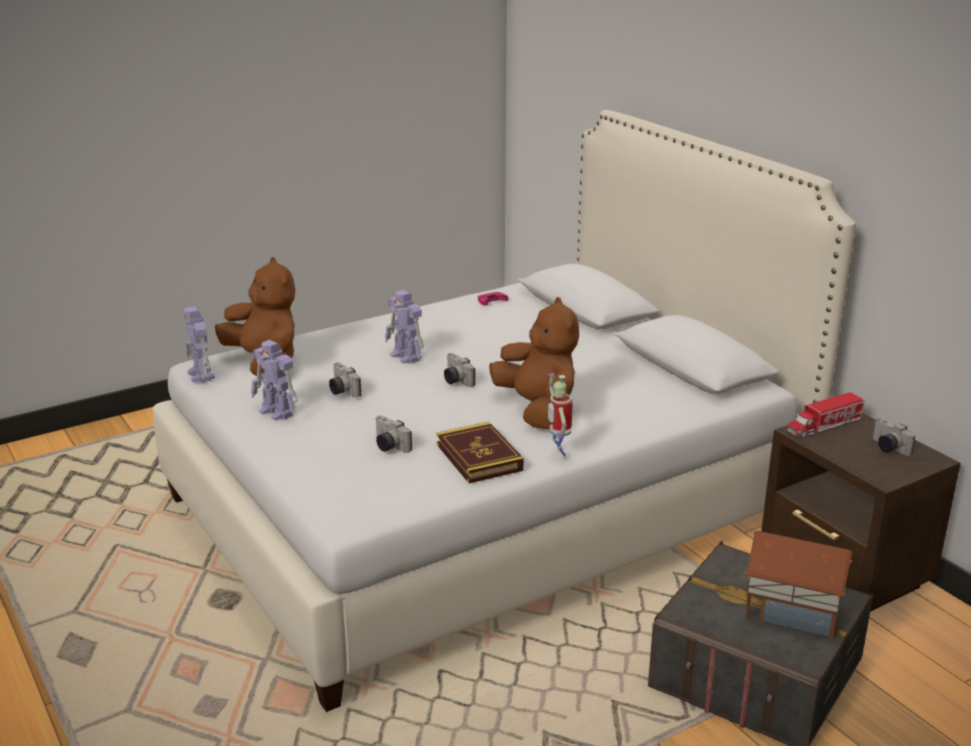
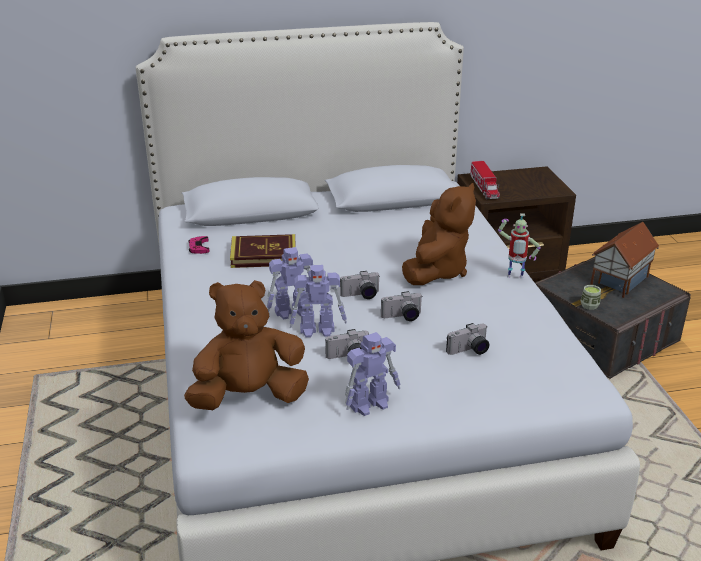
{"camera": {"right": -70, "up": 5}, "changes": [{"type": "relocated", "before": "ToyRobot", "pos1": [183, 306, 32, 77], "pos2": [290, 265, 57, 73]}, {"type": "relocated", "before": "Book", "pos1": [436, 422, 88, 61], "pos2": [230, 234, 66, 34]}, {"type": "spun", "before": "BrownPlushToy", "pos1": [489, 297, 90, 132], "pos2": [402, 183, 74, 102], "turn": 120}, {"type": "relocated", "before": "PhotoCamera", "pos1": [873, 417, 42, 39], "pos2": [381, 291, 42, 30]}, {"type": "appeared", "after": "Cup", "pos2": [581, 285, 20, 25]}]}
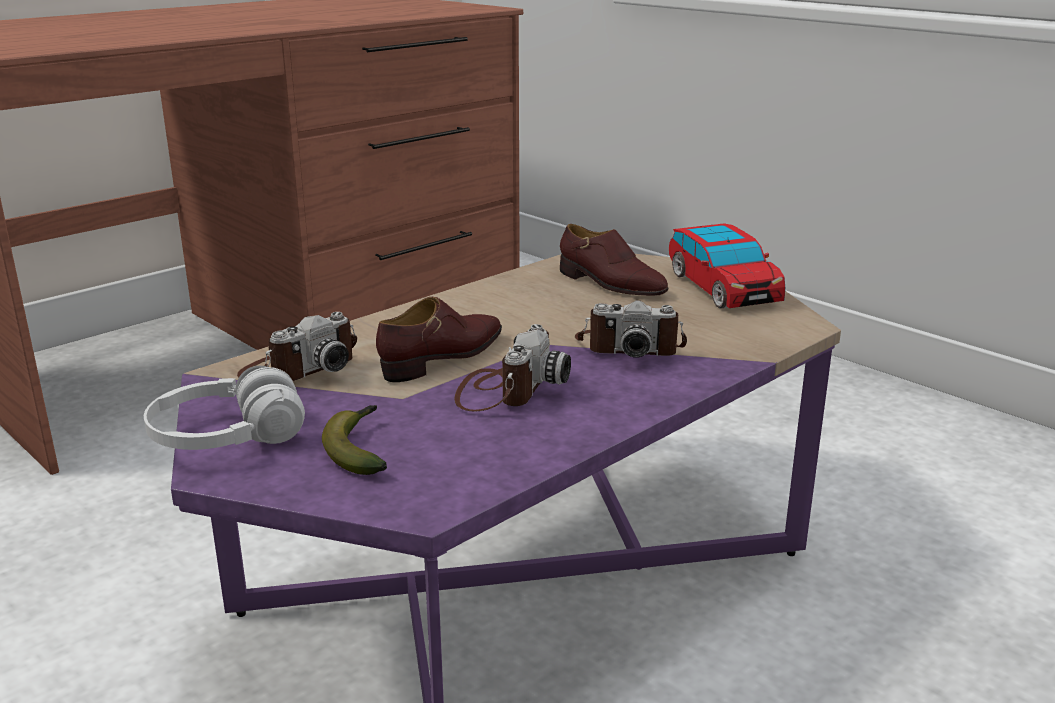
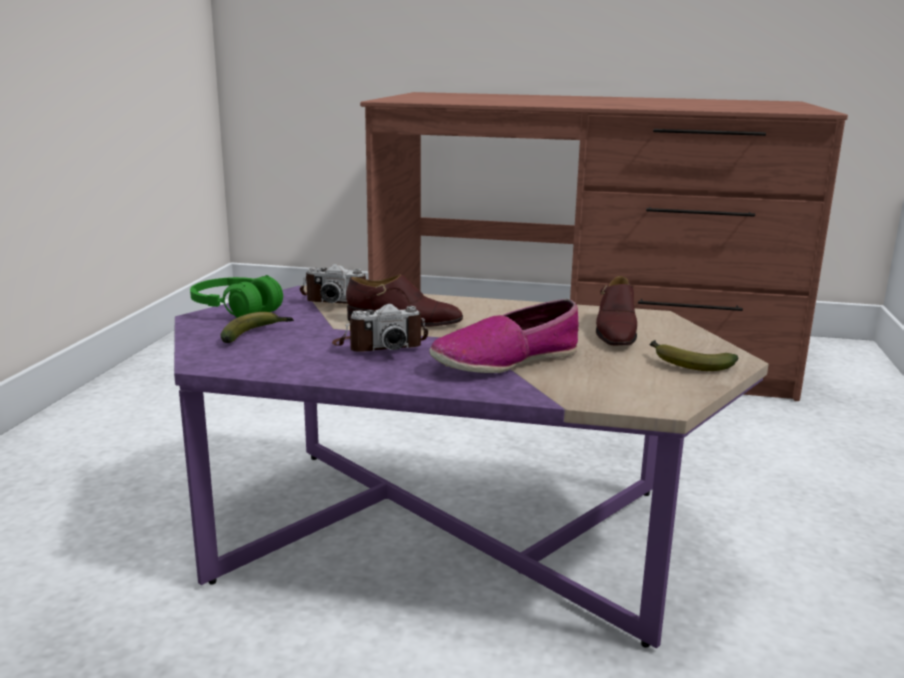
{"camera": {"right": 55, "up": -5}, "changes": [{"type": "colour", "before": "WhiteHeadphones", "after": "GreenHeadphones", "pos1": [144, 366, 161, 84], "pos2": [190, 275, 93, 43]}, {"type": "exchanged", "before": "PhotoCamera", "after": "Shoe", "pos1": [575, 300, 112, 58], "pos2": [430, 299, 149, 74]}, {"type": "exchanged", "before": "ToyCar", "after": "Banana", "pos1": [669, 223, 116, 86], "pos2": [649, 340, 89, 31]}]}
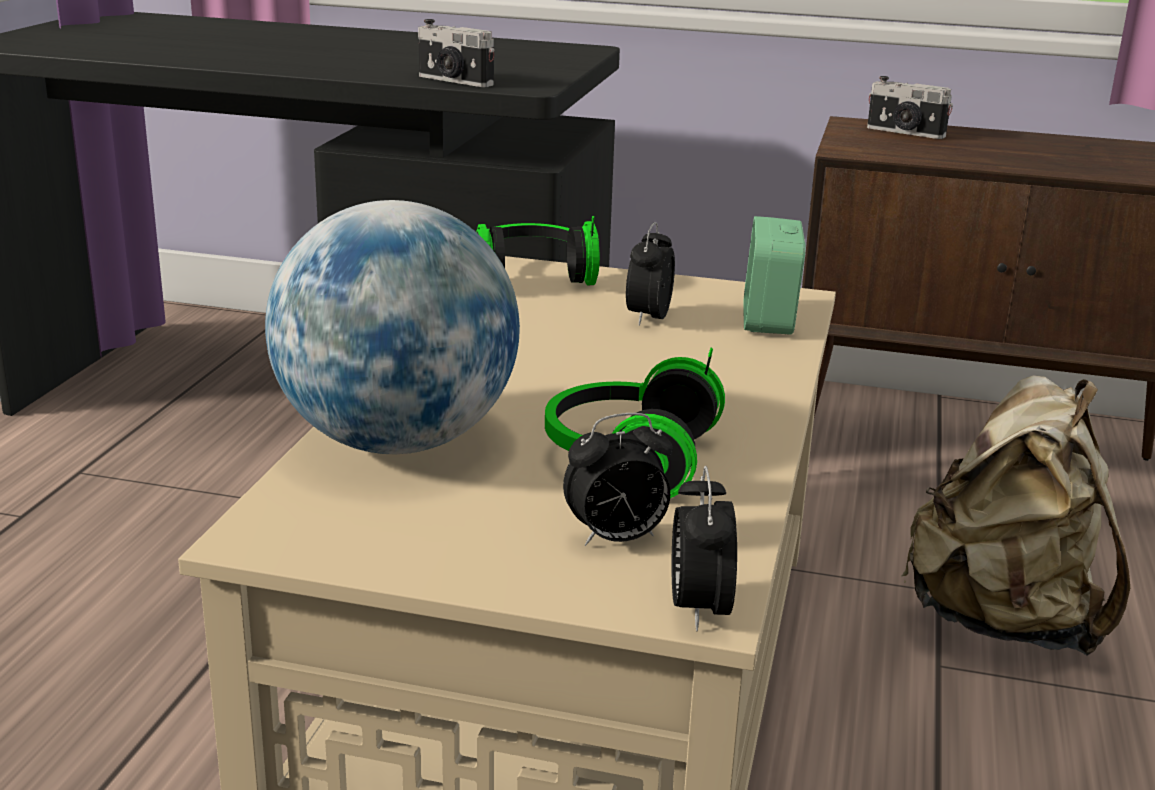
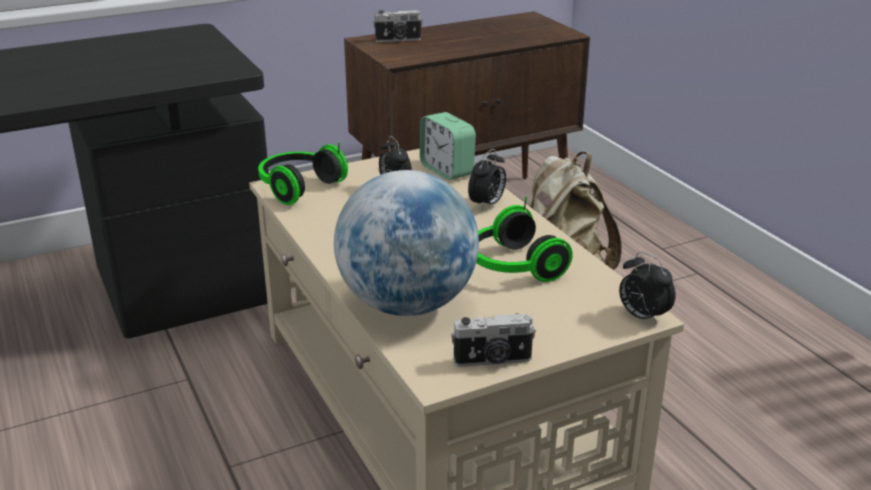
{"camera": {"right": -40, "up": 5}, "changes": [{"type": "relocated", "before": "PhotoCamera", "pos1": [418, 19, 76, 68], "pos2": [451, 313, 85, 54]}, {"type": "relocated", "before": "AlarmClock", "pos1": [563, 413, 110, 133], "pos2": [468, 149, 38, 62]}]}
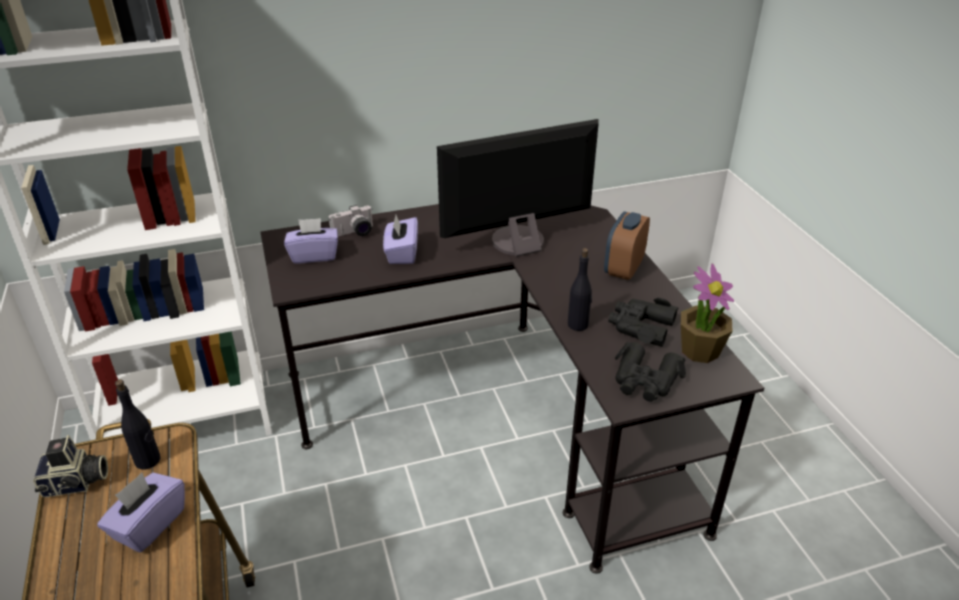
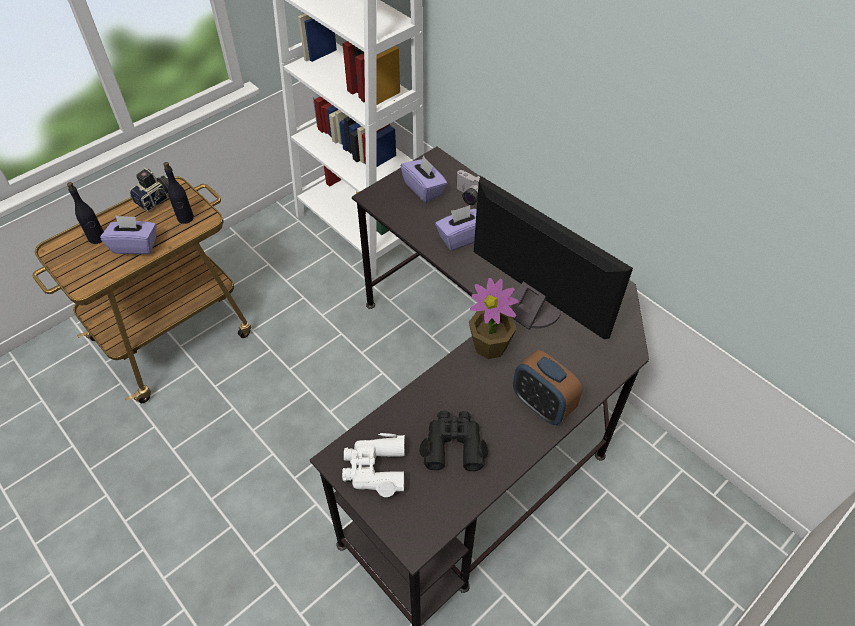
{"camera": {"right": 65, "up": 15}, "changes": [{"type": "spun", "before": "PhotoCamera", "pos1": [33, 435, 75, 62], "pos2": [129, 168, 40, 43], "turn": -105}, {"type": "relocated", "before": "BlackBottle", "pos1": [568, 248, 24, 83], "pos2": [67, 182, 37, 62]}, {"type": "spun", "before": "AlarmClock", "pos1": [604, 212, 46, 68], "pos2": [513, 350, 69, 75], "turn": -135}, {"type": "colour", "before": "BlackBinoculars", "after": "WhiteBinoculars", "pos1": [615, 342, 71, 60], "pos2": [342, 433, 63, 64]}, {"type": "relocated", "before": "PottedPlant", "pos1": [681, 264, 53, 99], "pos2": [469, 278, 49, 81]}]}
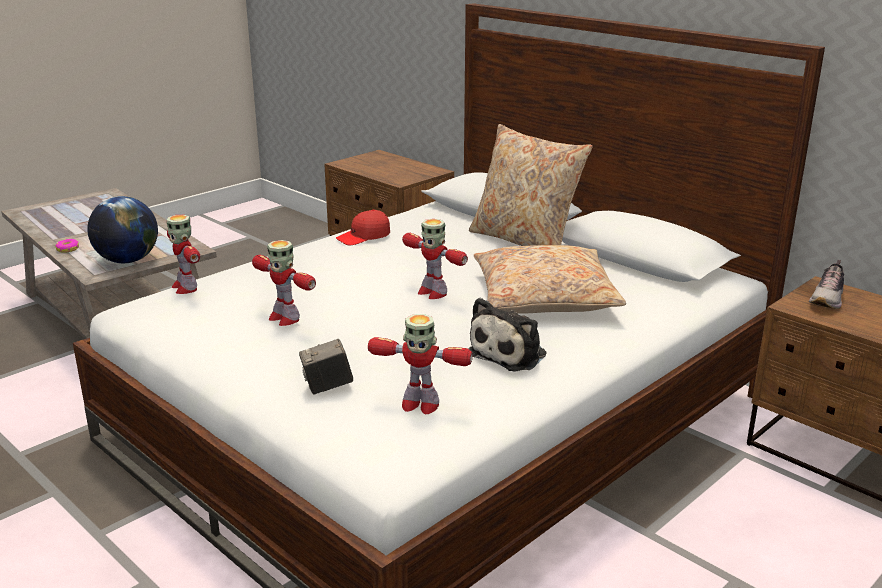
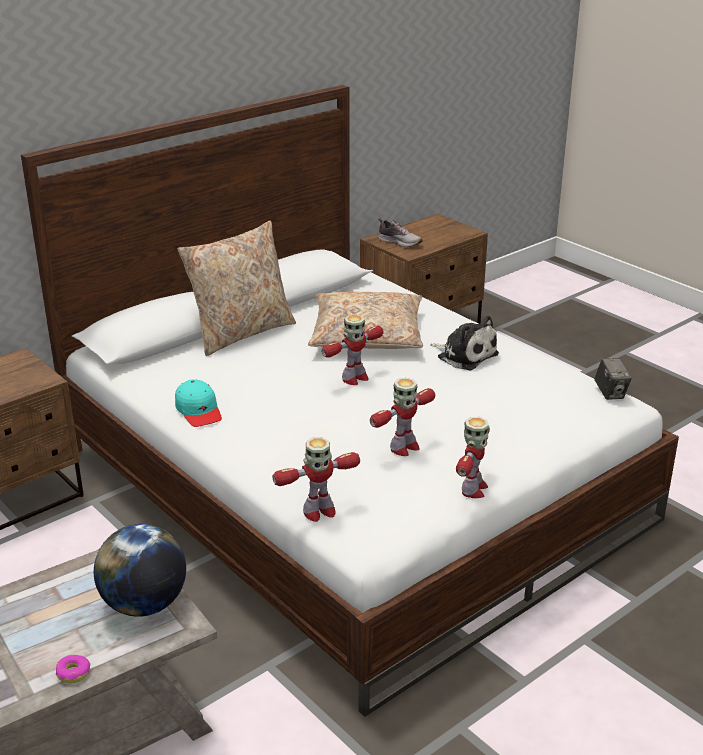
{"camera": {"right": -85, "up": 5}, "changes": [{"type": "relocated", "before": "PhotoCamera", "pos1": [299, 339, 54, 55], "pos2": [594, 358, 37, 42]}, {"type": "colour", "before": "RedCap", "after": "TurquoiseCap", "pos1": [336, 210, 54, 36], "pos2": [175, 379, 47, 48]}, {"type": "relocated", "before": "ToyRobot", "pos1": [368, 314, 105, 100], "pos2": [456, 417, 34, 81]}]}
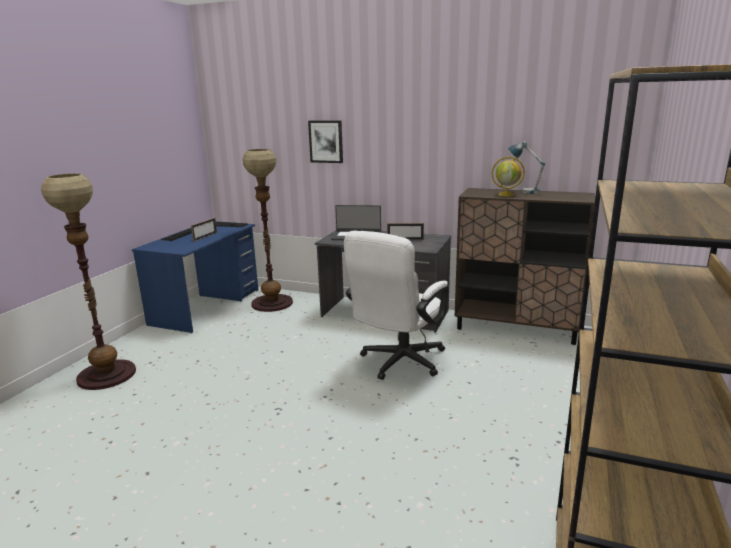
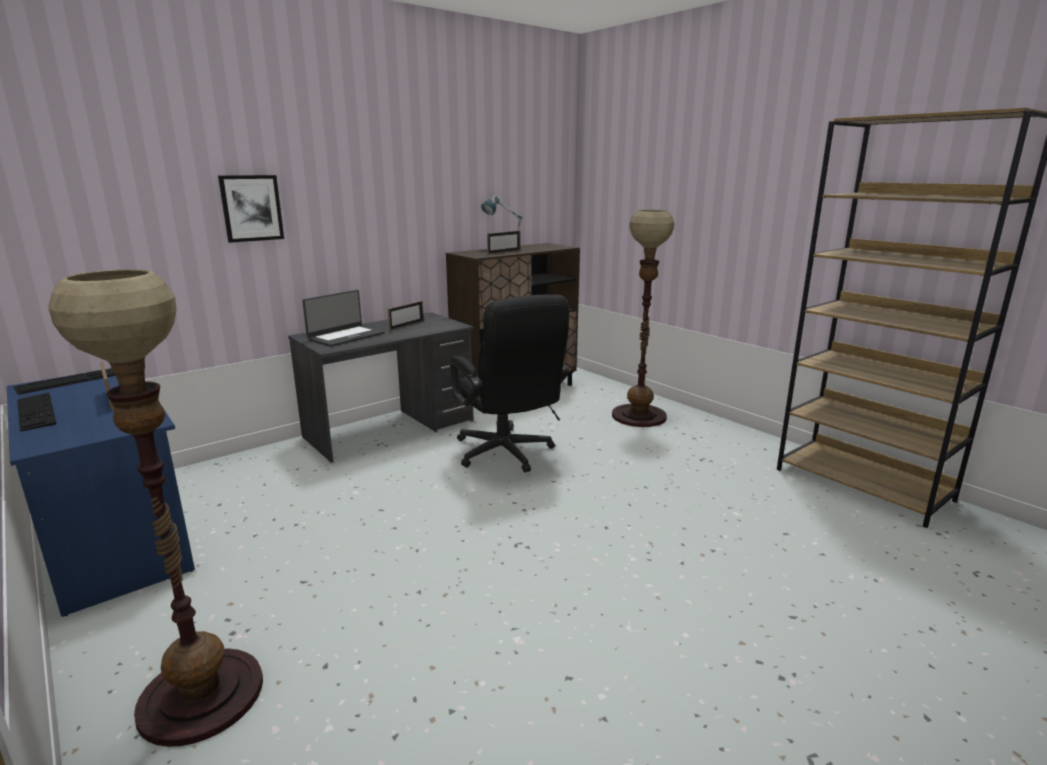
{"camera": {"right": -60, "up": 0}, "changes": [{"type": "relocated", "before": "FloorLamp", "pos1": [243, 149, 50, 163], "pos2": [612, 210, 63, 217]}, {"type": "colour", "before": "WhiteOfficeChair", "after": "BlackOfficeChair", "pos1": [344, 231, 104, 149], "pos2": [450, 295, 119, 178]}, {"type": "exchanged", "before": "Globe", "after": "PictureFrame", "pos1": [492, 157, 33, 39], "pos2": [487, 231, 33, 23]}]}
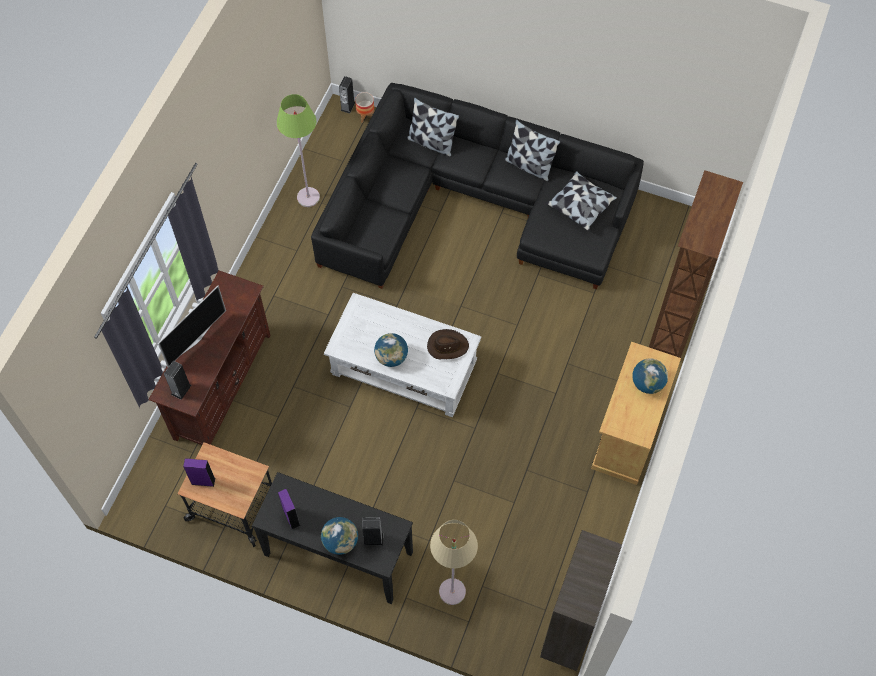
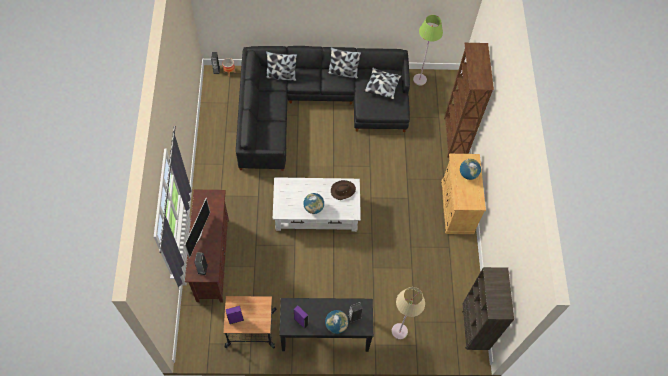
{"camera": {"right": -25, "up": 0}, "changes": [{"type": "relocated", "before": "GreenFloorLamp", "pos1": [276, 94, 44, 113], "pos2": [413, 15, 30, 71]}]}
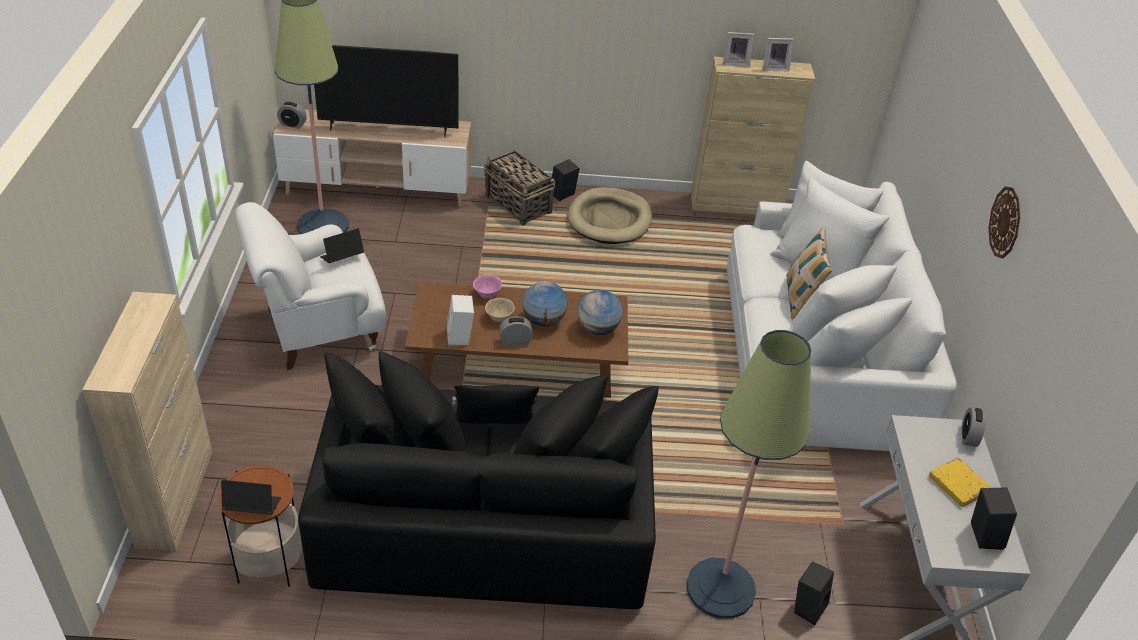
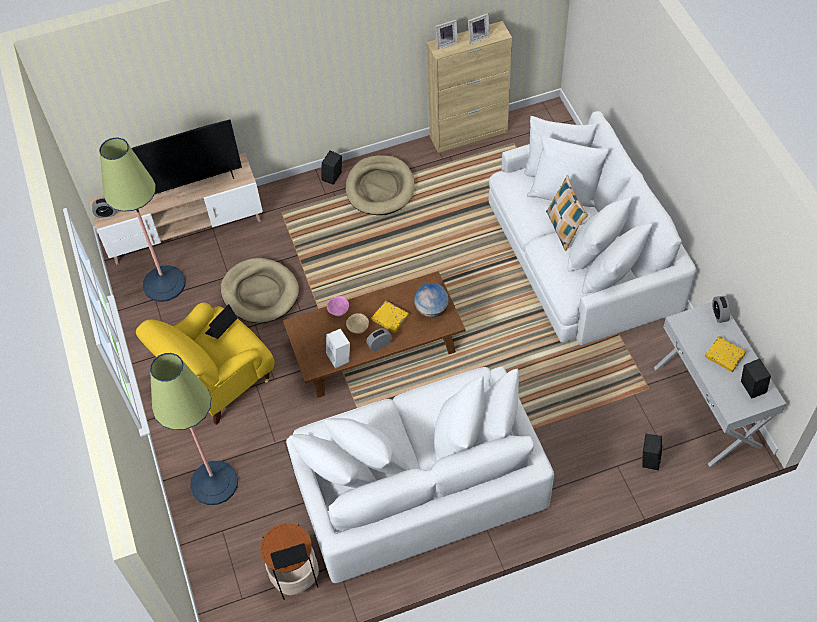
{"camera": {"right": -15, "up": 15}, "changes": [{"type": "missing", "before": "BeigeCabinet", "pos1": [82, 292, 130, 259]}, {"type": "colour", "before": "WhiteArmchair", "after": "YellowArmchair", "pos1": [235, 202, 151, 168], "pos2": [136, 302, 139, 123]}, {"type": "colour", "before": "BlackSofa", "after": "WhiteSofa", "pos1": [298, 351, 361, 258], "pos2": [286, 367, 268, 216]}, {"type": "missing", "before": "BlackPillow", "pos1": [452, 385, 87, 39]}, {"type": "missing", "before": "Basket", "pos1": [484, 150, 71, 76]}, {"type": "exchanged", "before": "Globe", "after": "YellowBook", "pos1": [522, 281, 45, 45], "pos2": [371, 301, 38, 32]}, {"type": "relocated", "before": "FloorLamp", "pos1": [686, 330, 125, 289], "pos2": [150, 353, 88, 152]}, {"type": "missing", "before": "WallClock", "pos1": [989, 186, 31, 73]}, {"type": "appeared", "after": "BeigeDogBed", "pos2": [221, 258, 78, 65]}]}
